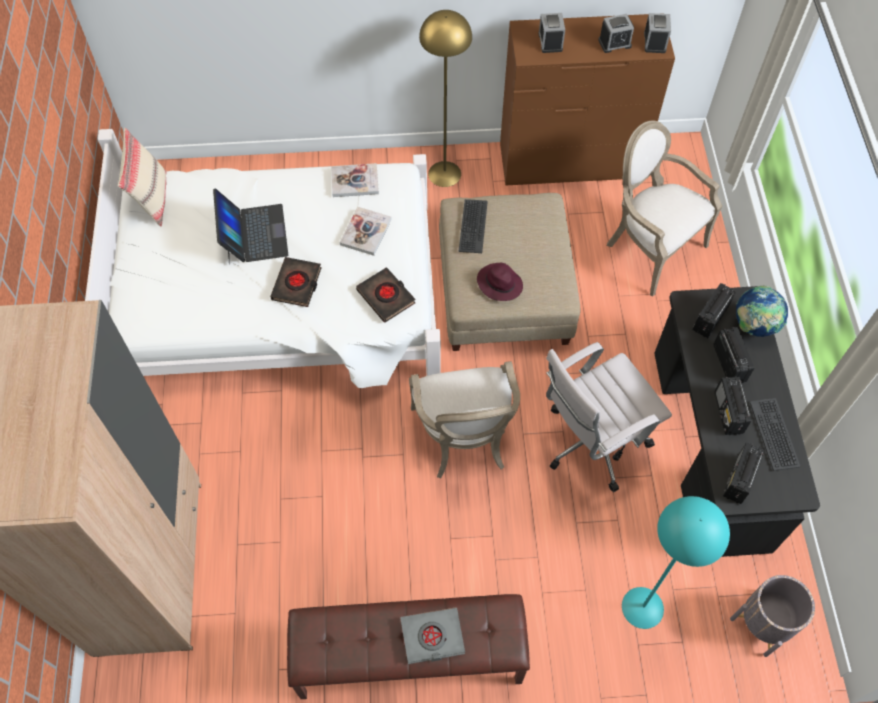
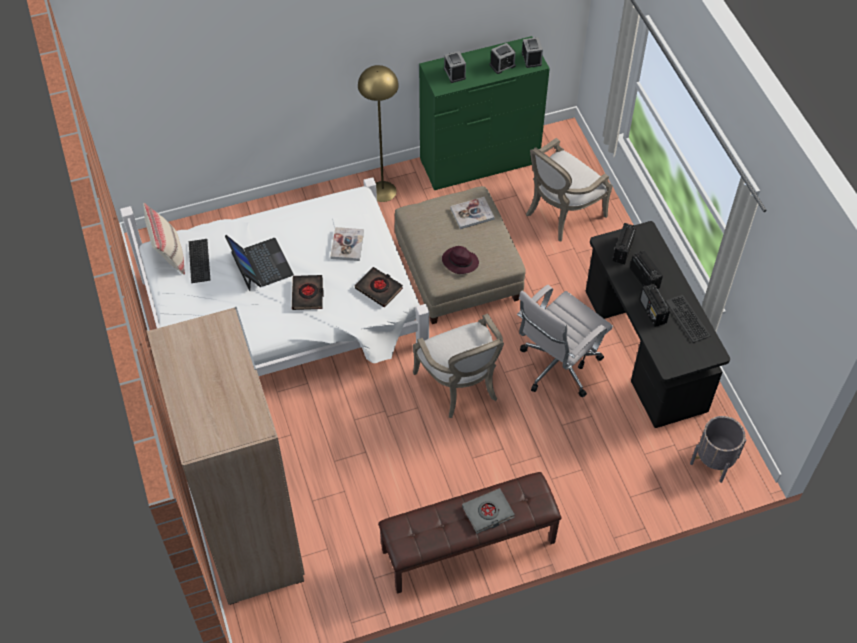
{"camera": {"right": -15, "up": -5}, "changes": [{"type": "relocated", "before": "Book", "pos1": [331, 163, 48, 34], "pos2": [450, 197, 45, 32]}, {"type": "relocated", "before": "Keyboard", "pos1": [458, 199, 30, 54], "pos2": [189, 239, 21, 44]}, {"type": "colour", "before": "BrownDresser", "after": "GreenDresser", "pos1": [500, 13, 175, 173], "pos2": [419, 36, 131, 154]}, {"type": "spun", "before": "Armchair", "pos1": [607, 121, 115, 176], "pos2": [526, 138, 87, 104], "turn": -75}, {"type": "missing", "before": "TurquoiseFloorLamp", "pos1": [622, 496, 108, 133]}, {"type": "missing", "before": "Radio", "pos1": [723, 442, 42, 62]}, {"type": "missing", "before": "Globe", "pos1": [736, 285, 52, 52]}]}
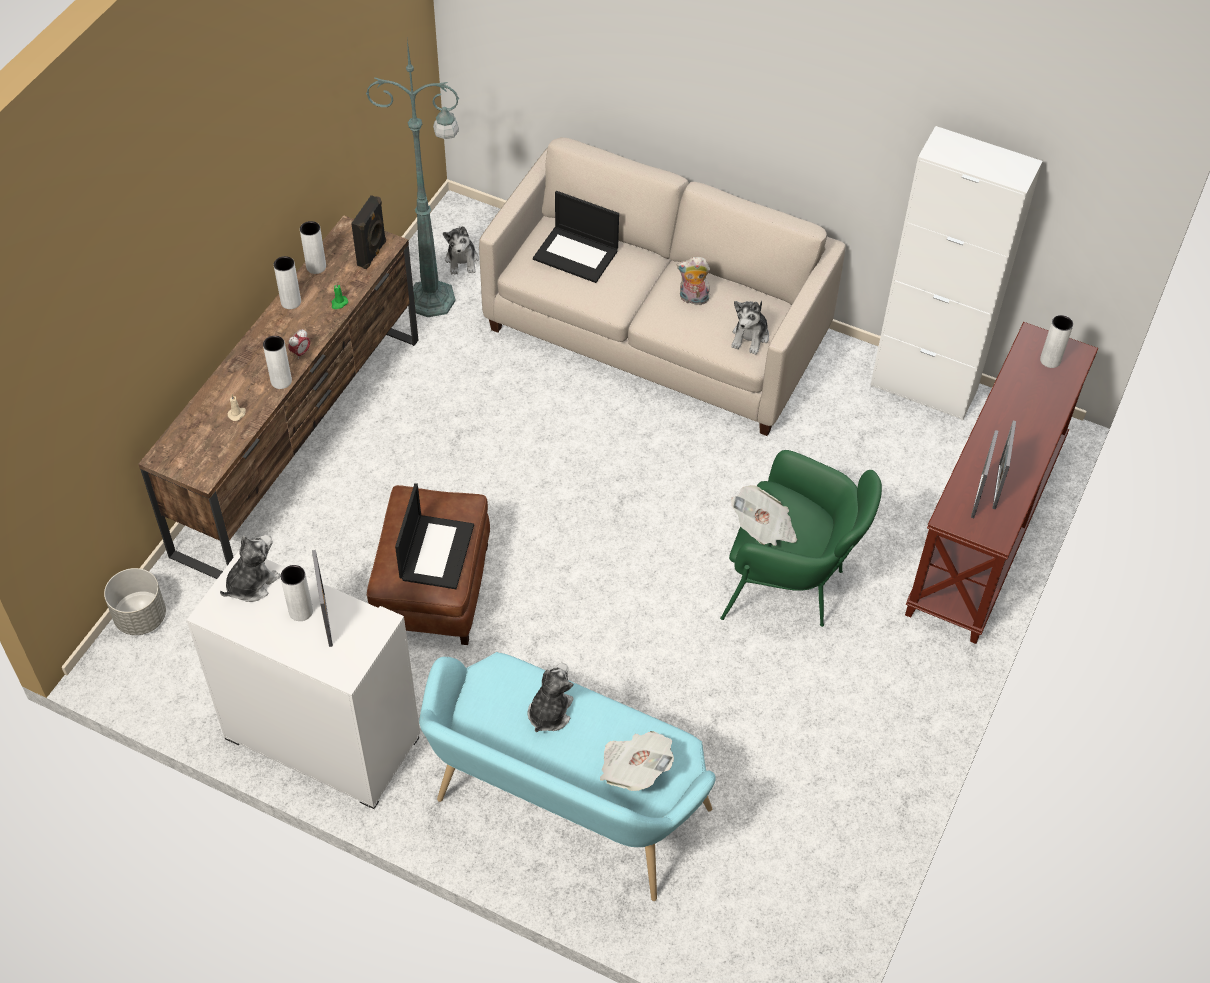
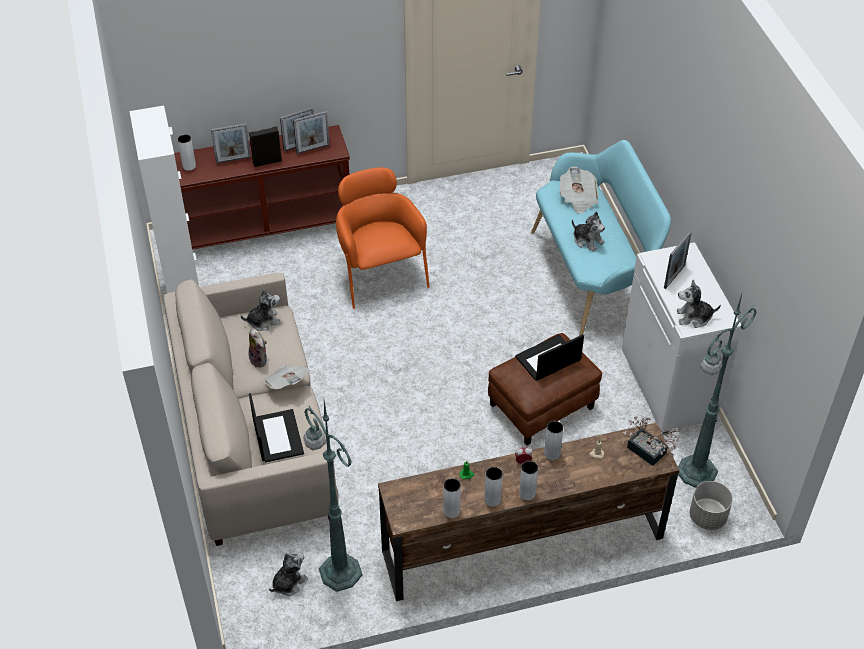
{"camera": {"right": -130, "up": -5}, "changes": [{"type": "relocated", "before": "WhiteVase", "pos1": [280, 565, 33, 56], "pos2": [519, 461, 19, 39]}, {"type": "relocated", "before": "BlackSpeaker", "pos1": [351, 195, 35, 74], "pos2": [249, 126, 33, 41]}, {"type": "spun", "before": "PlushToy", "pos1": [528, 663, 45, 69], "pos2": [572, 212, 33, 40], "turn": -120}, {"type": "colour", "before": "GreenArmchair", "after": "OrangeArmchair", "pos1": [720, 450, 162, 177], "pos2": [336, 167, 94, 142]}, {"type": "relocated", "before": "Newspaper", "pos1": [731, 485, 66, 61], "pos2": [264, 365, 45, 24]}, {"type": "appeared", "after": "PictureFrame", "pos2": [211, 123, 40, 40]}, {"type": "appeared", "after": "PottedPlant", "pos2": [623, 416, 60, 50]}, {"type": "appeared", "after": "GreenFloorLamp", "pos2": [678, 294, 79, 194]}]}
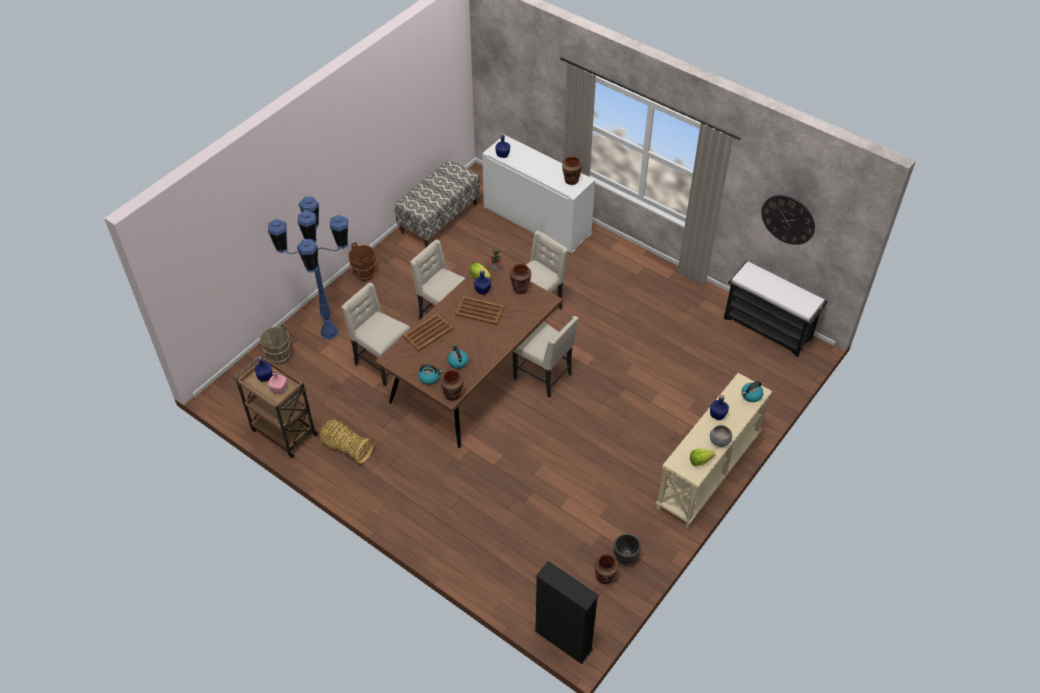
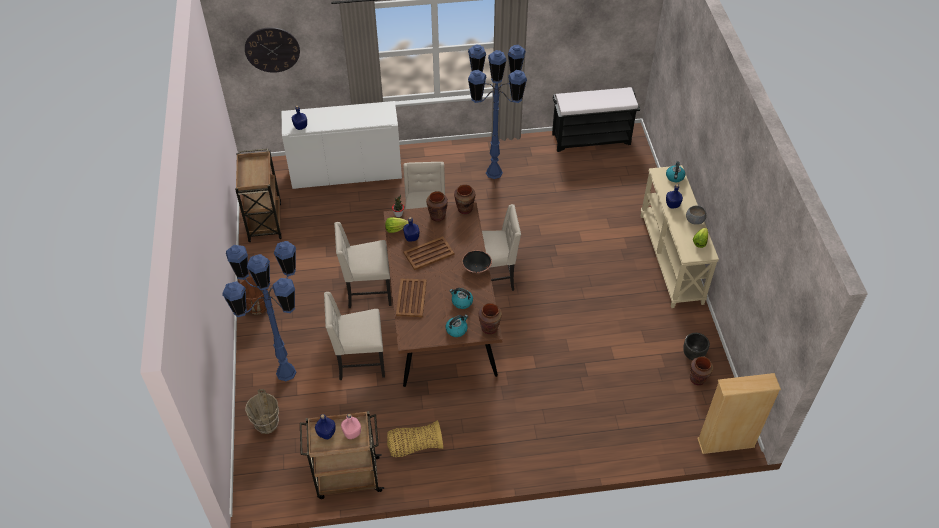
{"camera": {"right": -45, "up": 0}, "changes": [{"type": "exchanged", "before": "Bench", "after": "BrownCart", "pos1": [395, 160, 85, 87], "pos2": [235, 148, 47, 94]}, {"type": "colour", "before": "BlackBookcase", "after": "BeigeBookcase", "pos1": [535, 561, 64, 103], "pos2": [697, 373, 84, 81]}, {"type": "relocated", "before": "BrownVase", "pos1": [562, 156, 20, 29], "pos2": [454, 184, 22, 30]}, {"type": "relocated", "before": "WallClock", "pos1": [761, 195, 54, 50], "pos2": [245, 27, 55, 46]}, {"type": "appeared", "after": "BlackBowl", "pos2": [462, 250, 30, 23]}, {"type": "appeared", "after": "BlueFloorLamp", "pos2": [468, 44, 59, 135]}]}
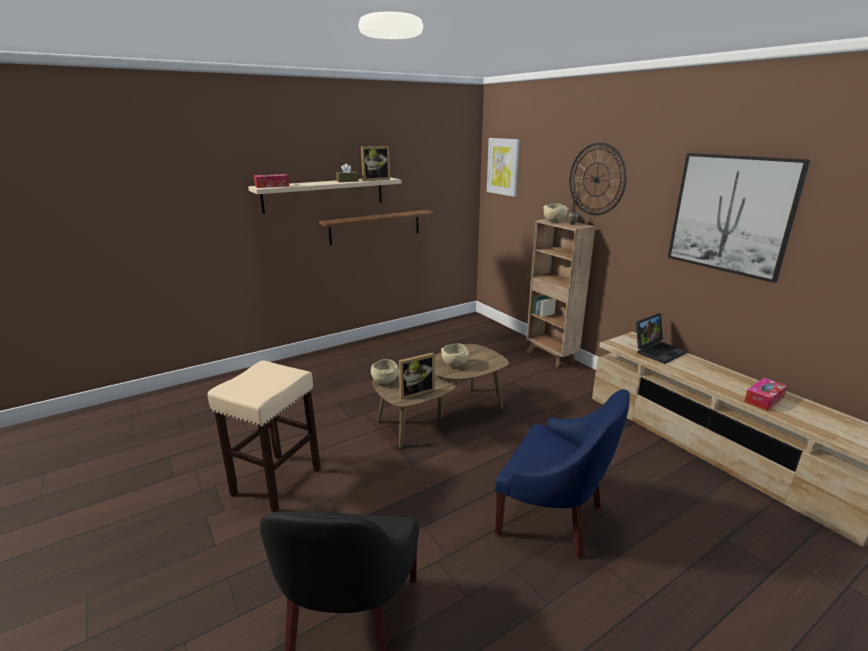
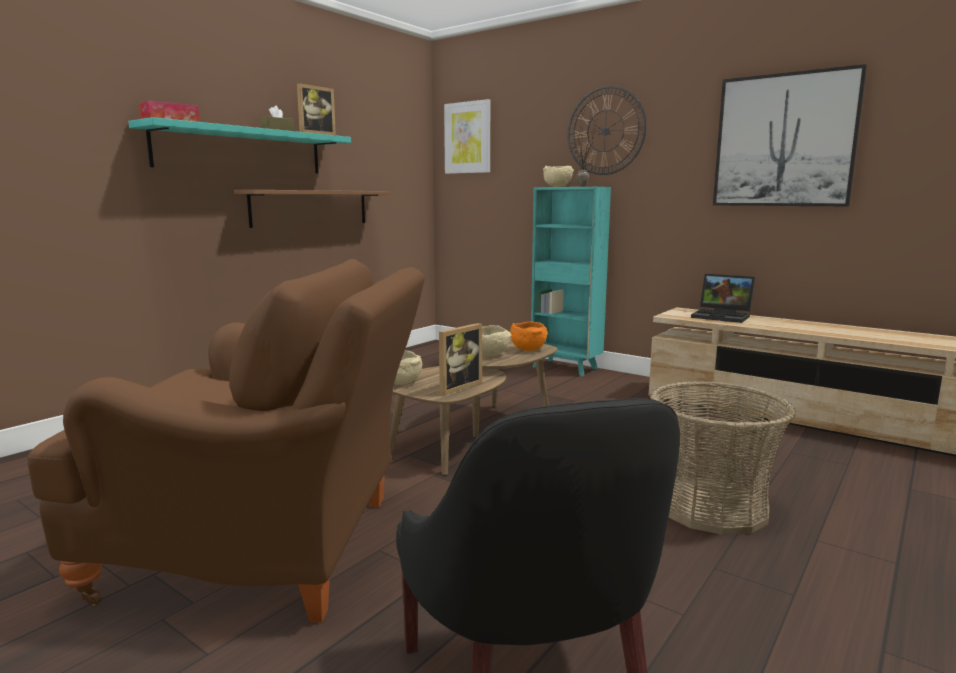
{"camera": {"right": -20, "up": -10}, "changes": [{"type": "exchanged", "before": "BeigeStool", "after": "BrownArmchair", "pos1": [207, 360, 114, 152], "pos2": [27, 259, 398, 364]}, {"type": "colour", "before": "BeigeShelf", "after": "TurquoiseShelf", "pos1": [248, 177, 154, 37], "pos2": [128, 117, 223, 56]}, {"type": "exchanged", "before": "BlueArmchair", "after": "Basket", "pos1": [495, 389, 135, 170], "pos2": [650, 381, 146, 154]}, {"type": "colour", "before": "BrownBookcase", "after": "TurquoiseBookcase", "pos1": [526, 219, 70, 149], "pos2": [531, 187, 80, 189]}, {"type": "spun", "before": "Laptop", "pos1": [636, 313, 51, 51], "pos2": [691, 274, 64, 49], "turn": 90}, {"type": "missing", "before": "TissueBox", "pos1": [744, 378, 44, 33]}, {"type": "appeared", "after": "OrangeBowl", "pos2": [510, 322, 37, 29]}]}
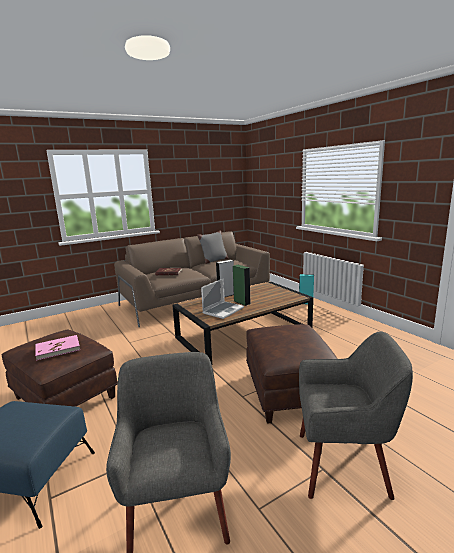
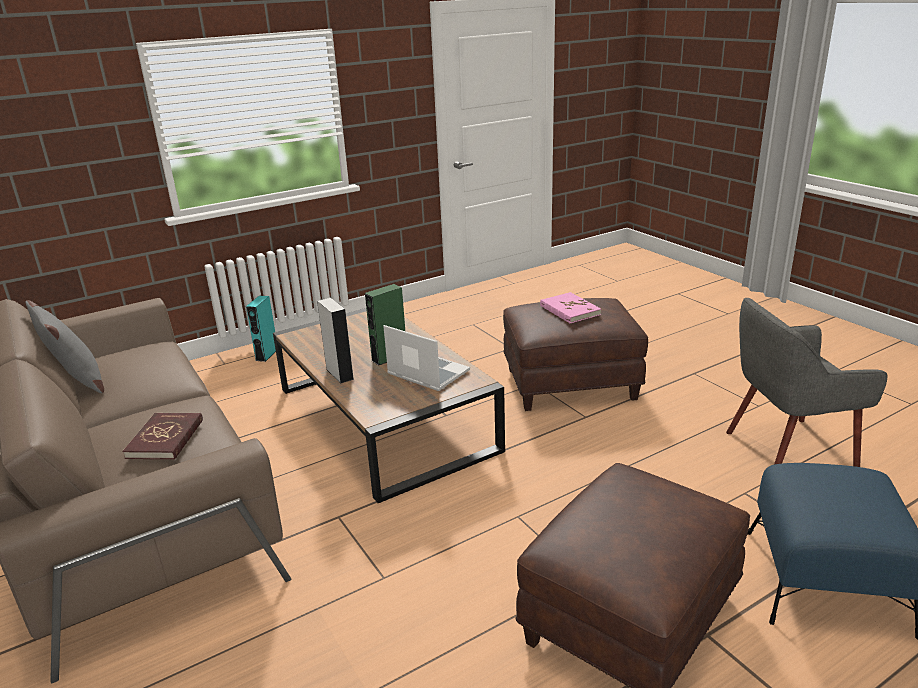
{"camera": {"right": -90, "up": 10}, "changes": [{"type": "relocated", "before": "PinkBook", "pos1": [35, 335, 45, 26], "pos2": [540, 292, 61, 32]}, {"type": "missing", "before": "GreyArmchair", "pos1": [299, 331, 114, 169]}]}
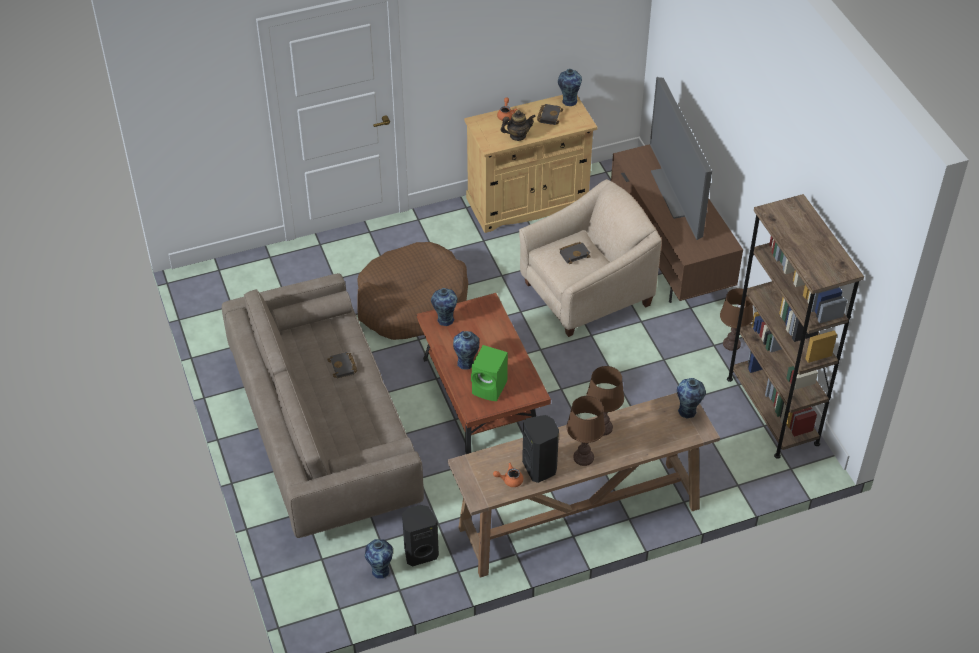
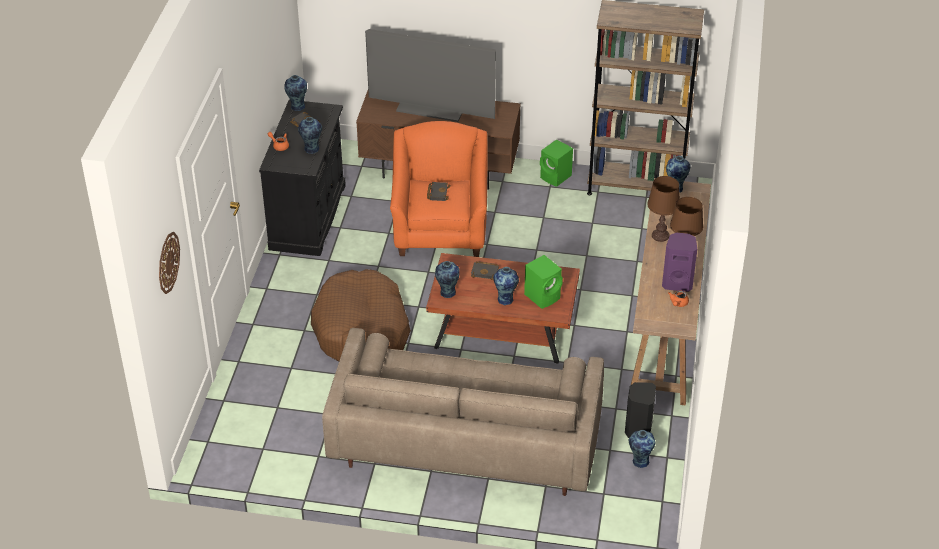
{"camera": {"right": -60, "up": -5}, "changes": [{"type": "relocated", "before": "BlackBook", "pos1": [327, 352, 30, 27], "pos2": [471, 262, 28, 18]}, {"type": "colour", "before": "BeigeCabinet", "after": "BlackCabinet", "pos1": [464, 95, 133, 138], "pos2": [259, 100, 87, 156]}, {"type": "exchanged", "before": "Teapot", "after": "Vase", "pos1": [500, 110, 36, 31], "pos2": [298, 117, 24, 37]}, {"type": "colour", "before": "BeigeArmchair", "after": "OrangeArmchair", "pos1": [519, 179, 143, 158], "pos2": [390, 121, 98, 136]}, {"type": "colour", "before": "BlackSpeaker", "after": "PurpleSpeaker", "pos1": [522, 415, 37, 68], "pos2": [662, 233, 35, 59]}, {"type": "exchanged", "before": "BrownTableLamp", "after": "GreenSpeaker", "pos1": [720, 288, 33, 63], "pos2": [540, 139, 33, 48]}, {"type": "appeared", "after": "WallClock", "pos2": [159, 232, 21, 62]}]}
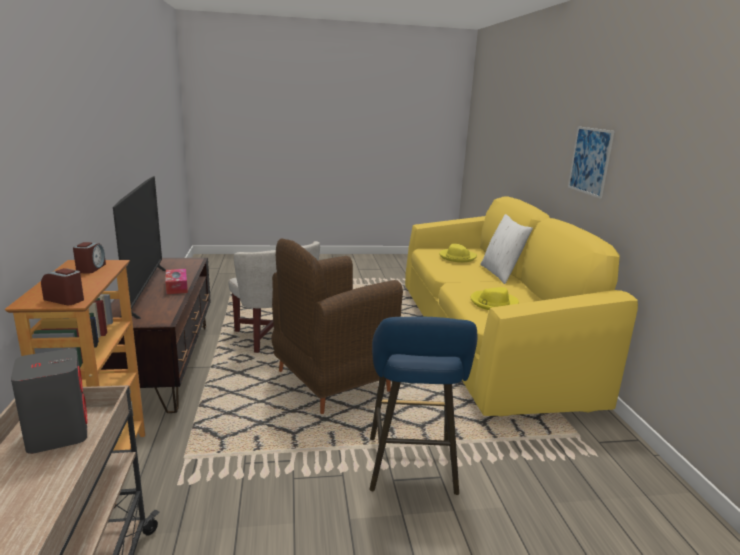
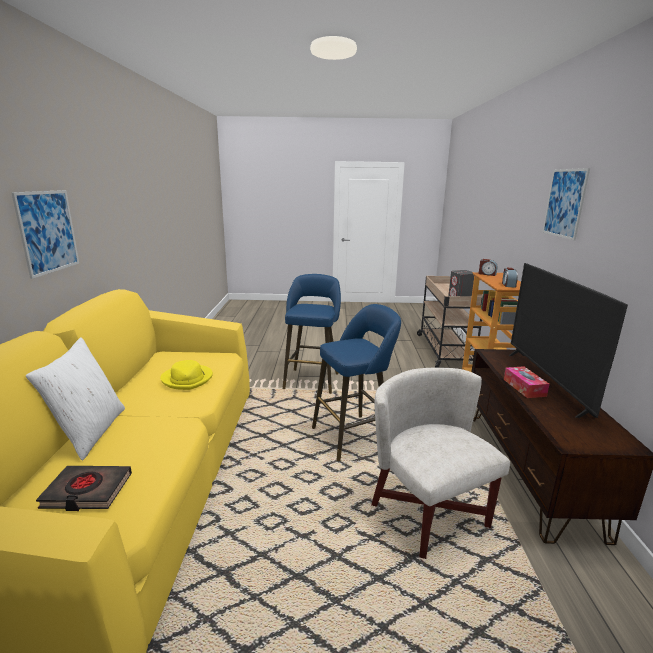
{"camera": {"right": -170, "up": 0}, "changes": [{"type": "exchanged", "before": "BrownArmchair", "after": "BlueStool", "pos1": [271, 238, 132, 176], "pos2": [312, 304, 89, 157]}, {"type": "exchanged", "before": "YellowHat", "after": "BlackBook", "pos1": [439, 244, 38, 19], "pos2": [36, 466, 96, 45]}, {"type": "appeared", "after": "Picture", "pos2": [542, 168, 48, 72]}]}
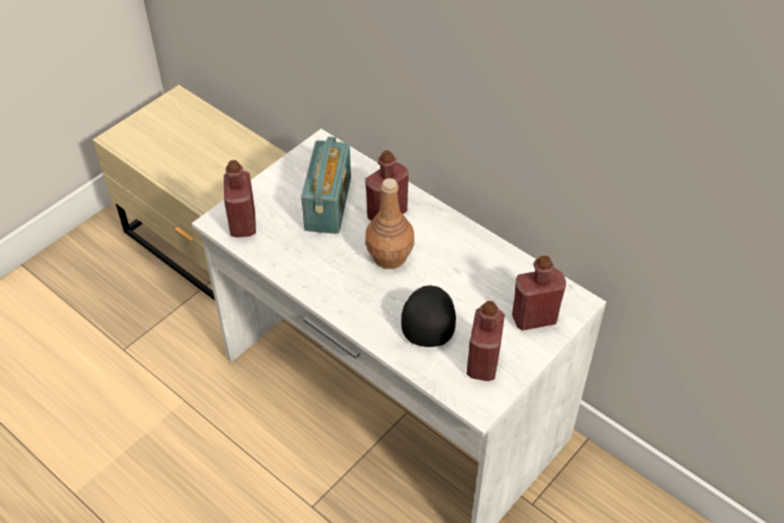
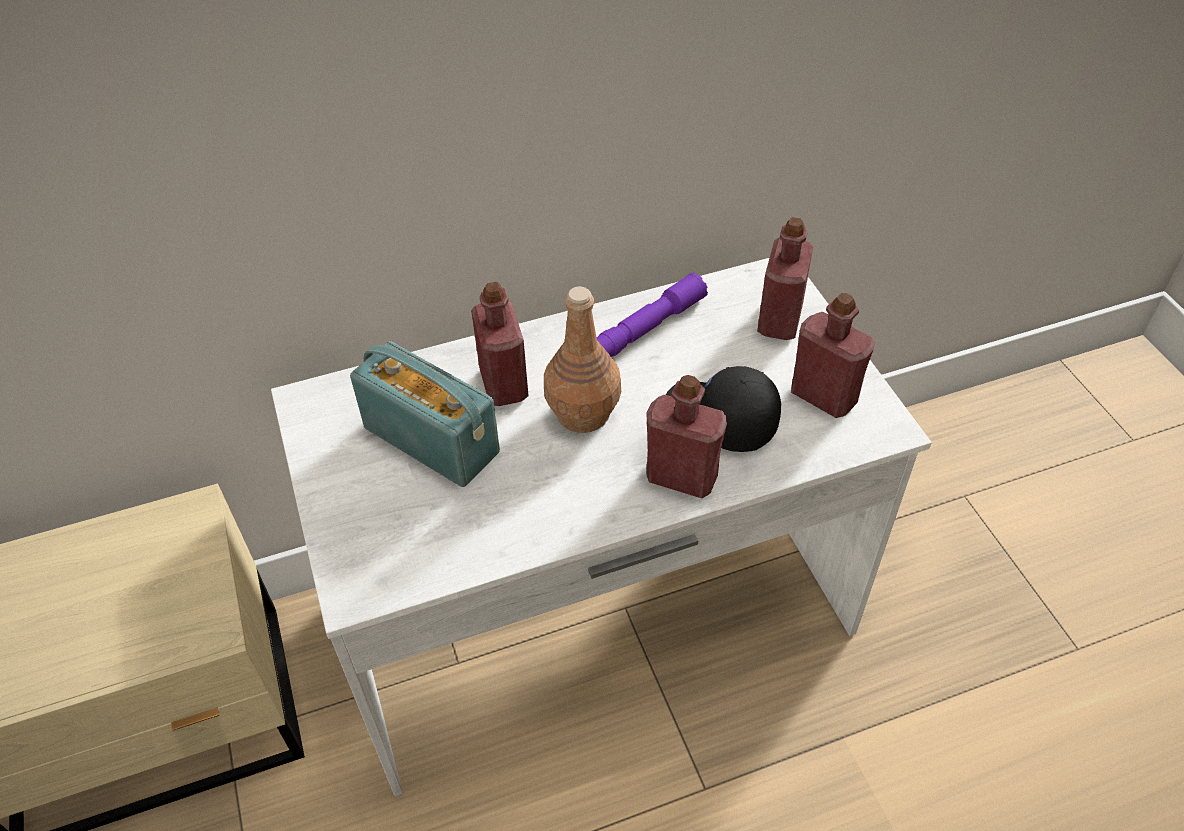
{"camera": {"right": -60, "up": 0}, "changes": [{"type": "relocated", "before": "RedBottle", "pos1": [224, 160, 32, 78], "pos2": [646, 375, 81, 123]}, {"type": "appeared", "after": "PurpleFlashlight", "pos2": [597, 273, 111, 84]}]}
